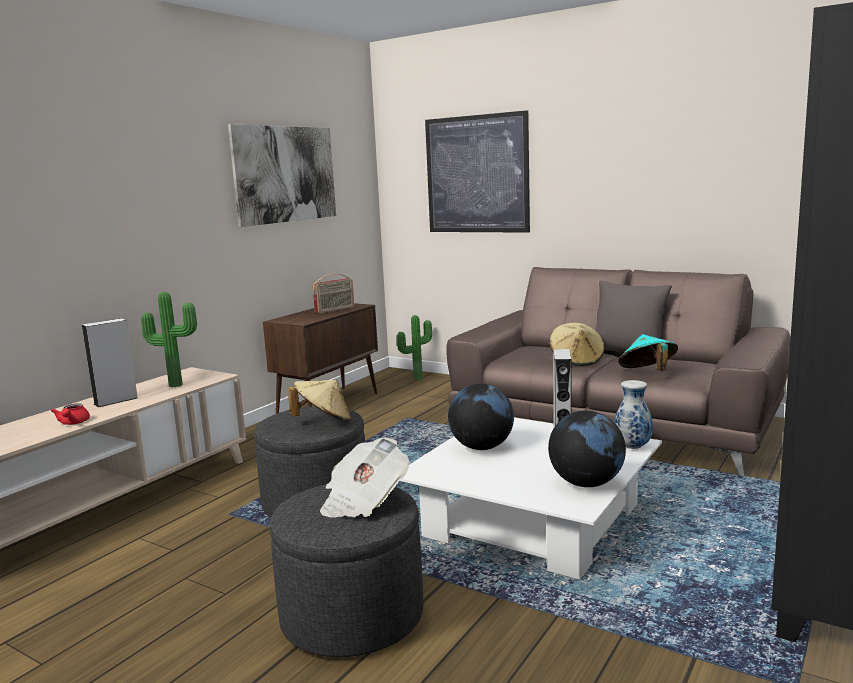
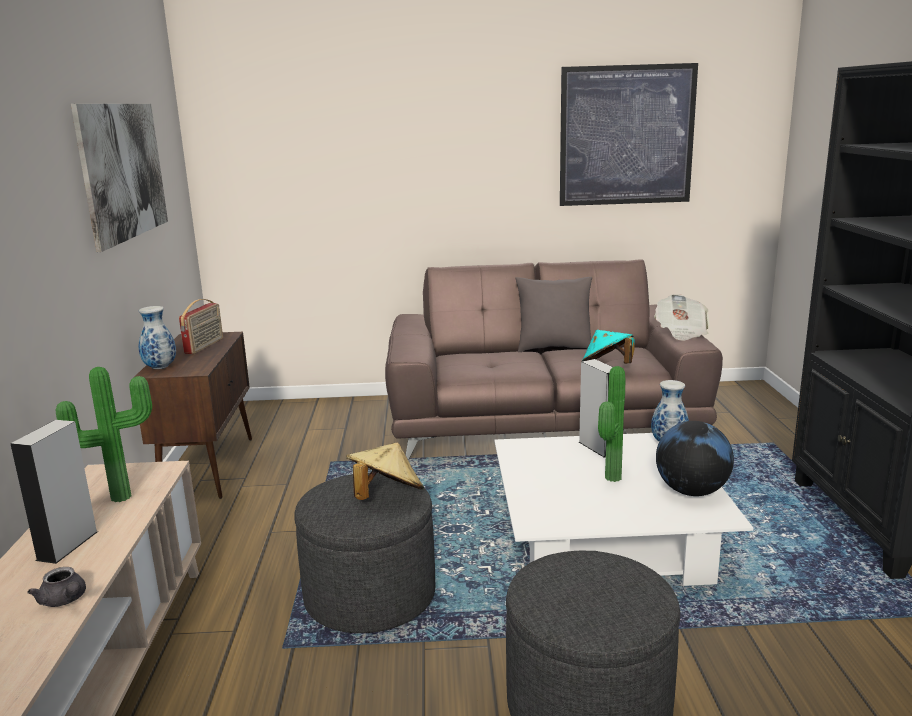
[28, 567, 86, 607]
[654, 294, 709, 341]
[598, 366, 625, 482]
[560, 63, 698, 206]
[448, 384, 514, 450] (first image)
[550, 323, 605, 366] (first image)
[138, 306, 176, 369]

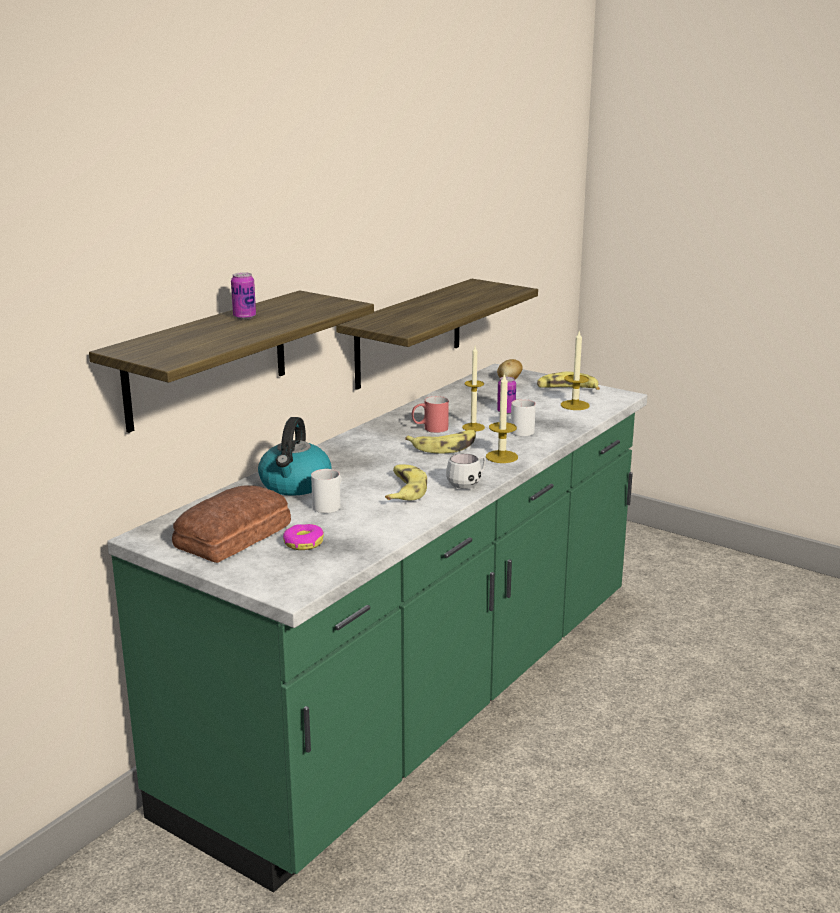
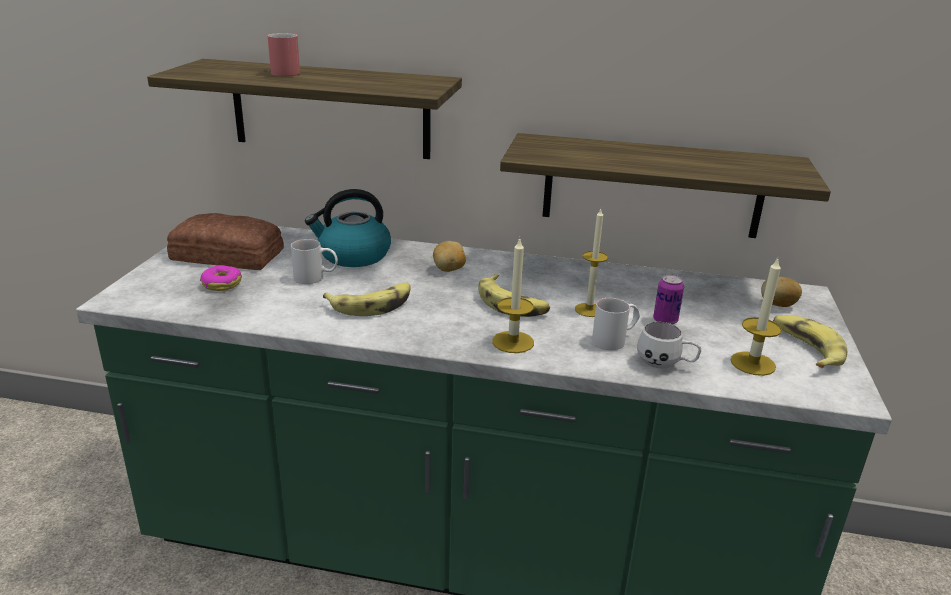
[231, 272, 256, 319] (first image)
[268, 33, 300, 76]
[637, 322, 702, 368]
[433, 241, 466, 272]

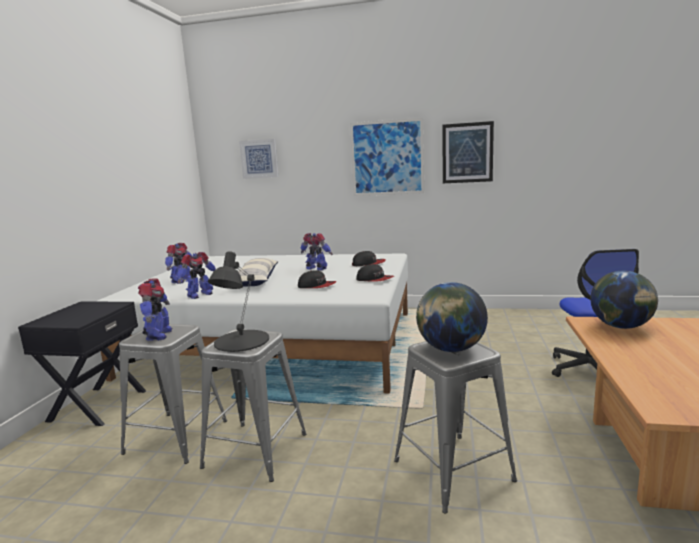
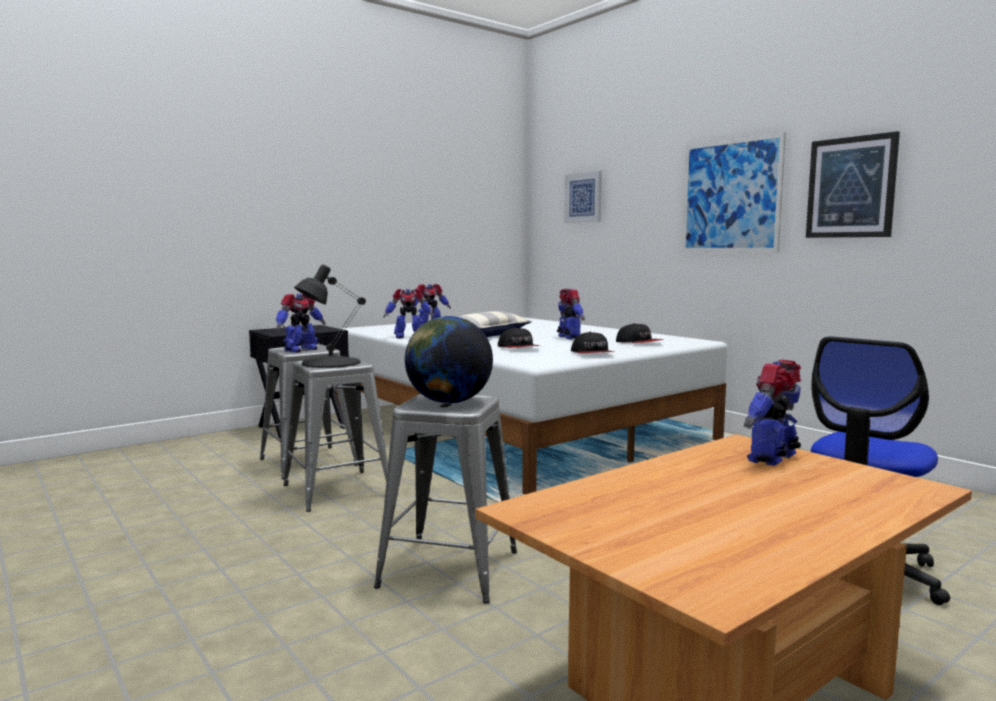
[744, 360, 801, 466]

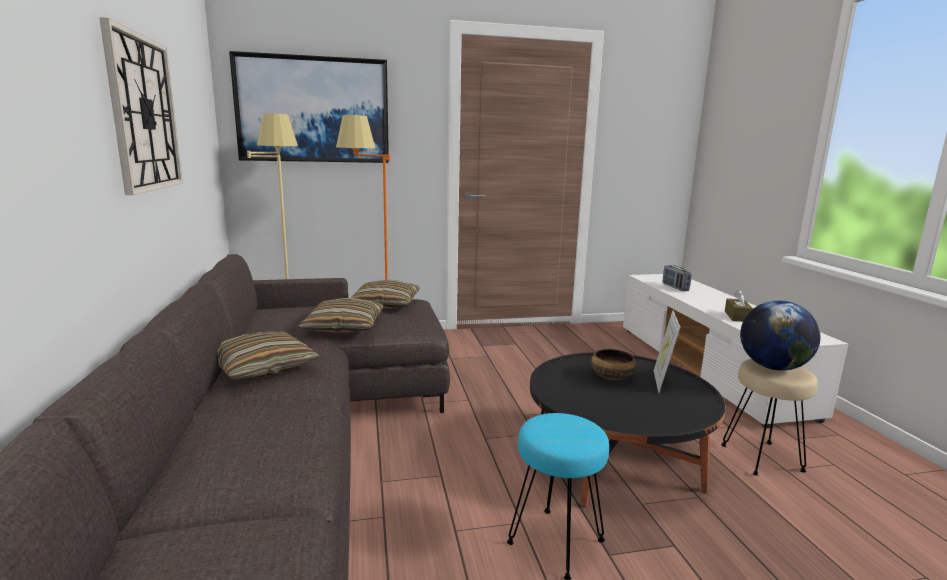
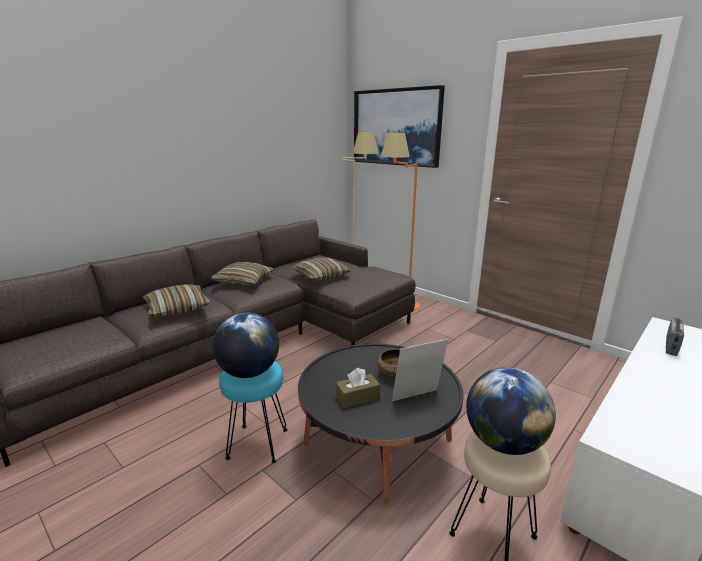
[99, 17, 183, 195] (first image)
[143, 284, 210, 317]
[336, 368, 380, 408]
[213, 313, 279, 378]

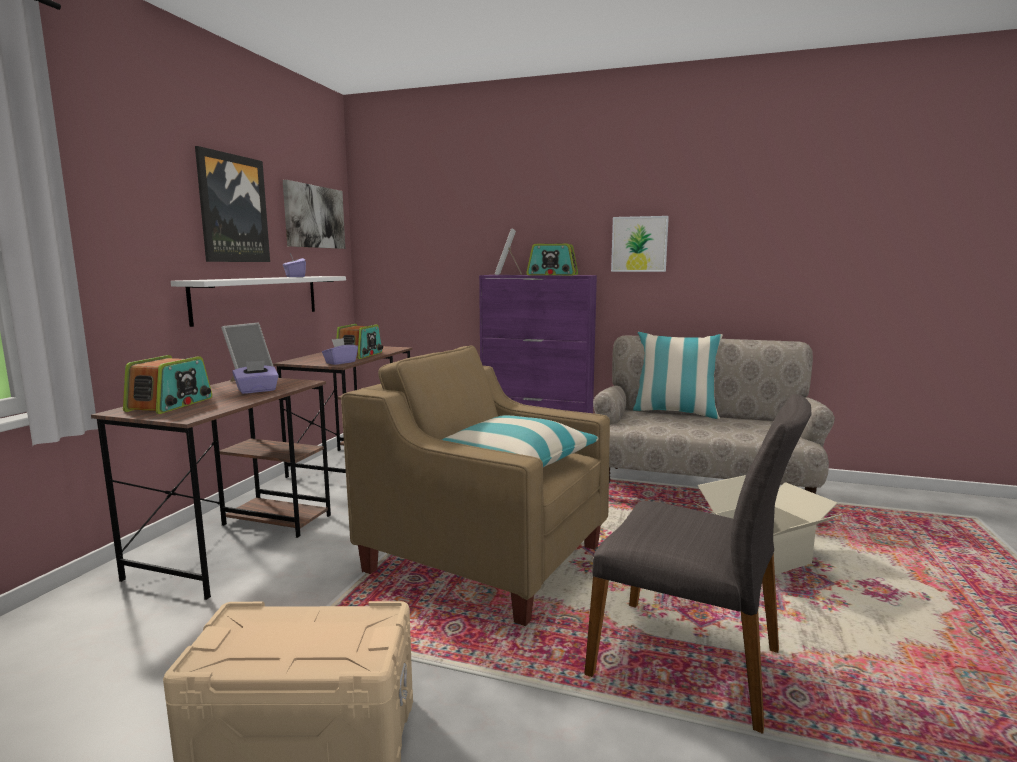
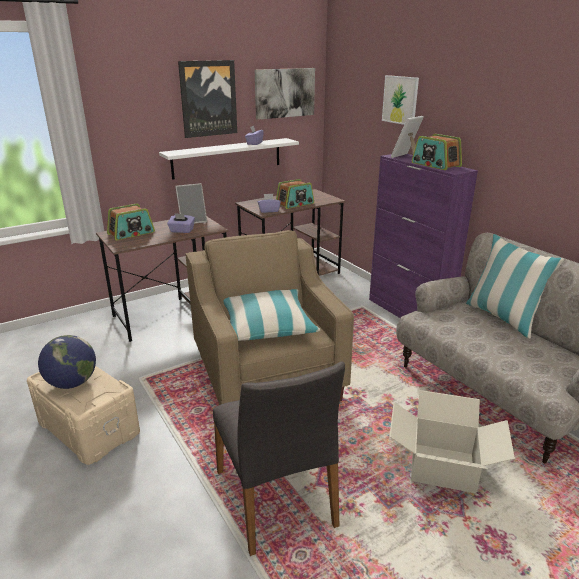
[382, 75, 419, 125]
[38, 335, 96, 389]

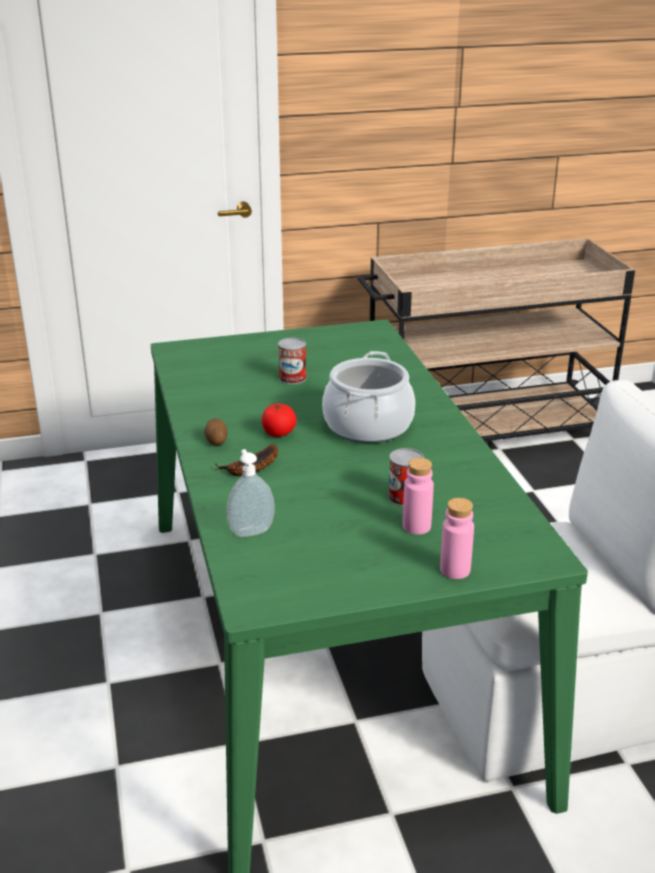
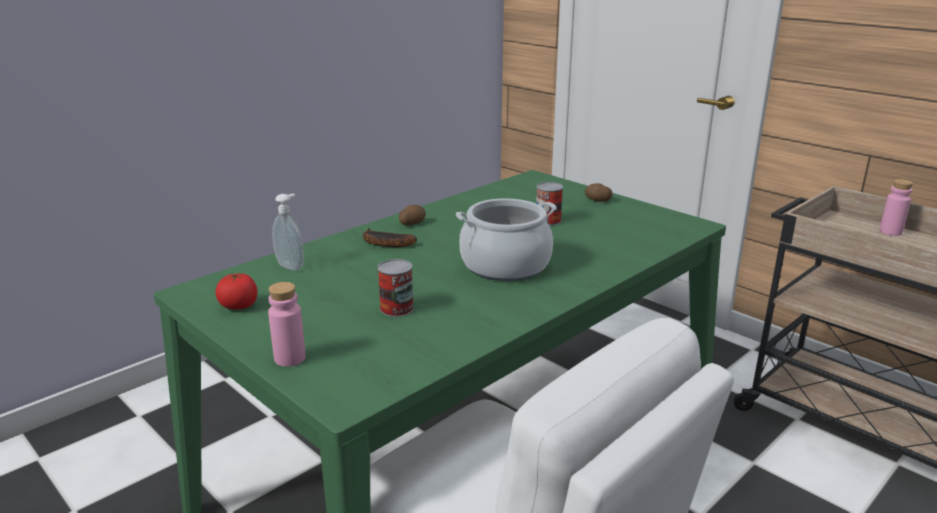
[216, 273, 257, 310]
[879, 179, 913, 236]
[585, 183, 613, 202]

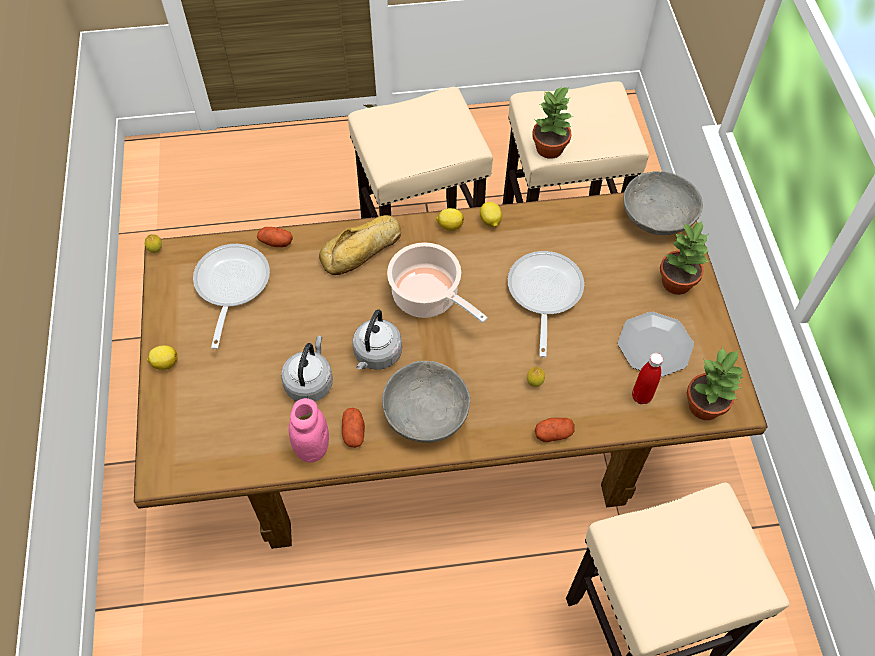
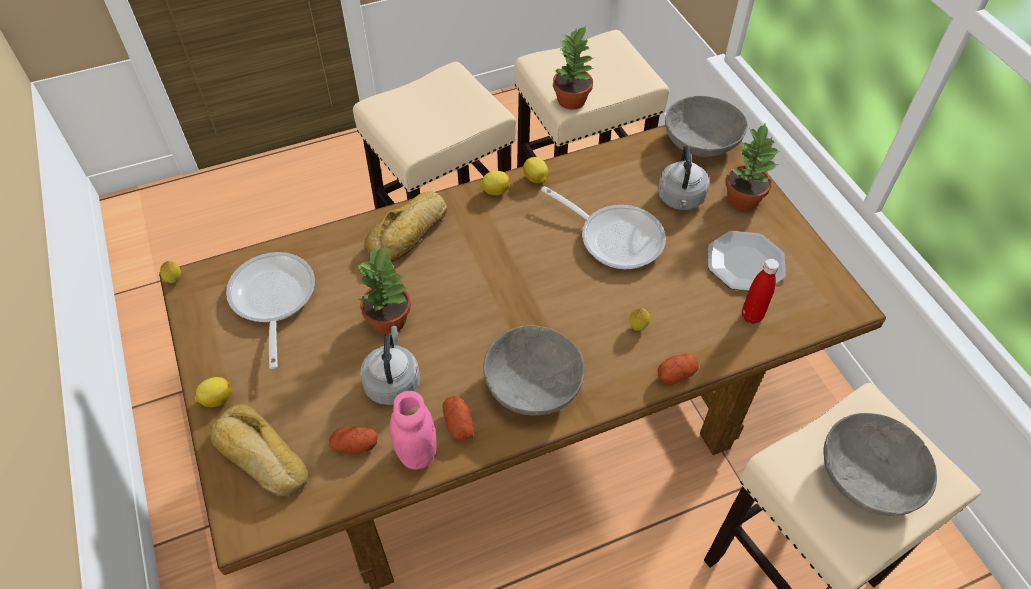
[329, 427, 378, 454]
[658, 145, 709, 210]
[387, 242, 488, 323] (first image)
[541, 186, 666, 269]
[356, 245, 411, 334]
[210, 404, 308, 497]
[823, 413, 937, 516]

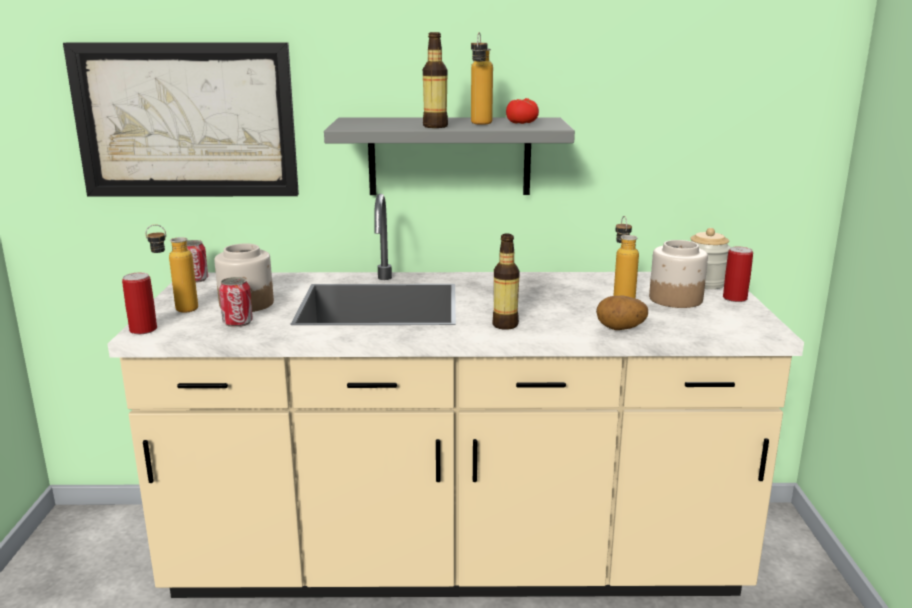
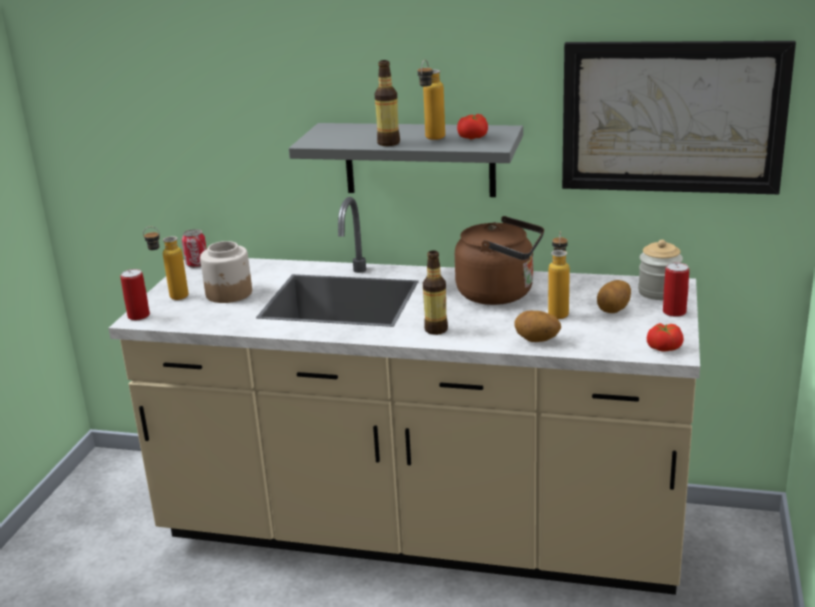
[562, 41, 796, 194]
[219, 277, 253, 327] (first image)
[597, 280, 631, 313]
[455, 216, 544, 305]
[647, 323, 684, 352]

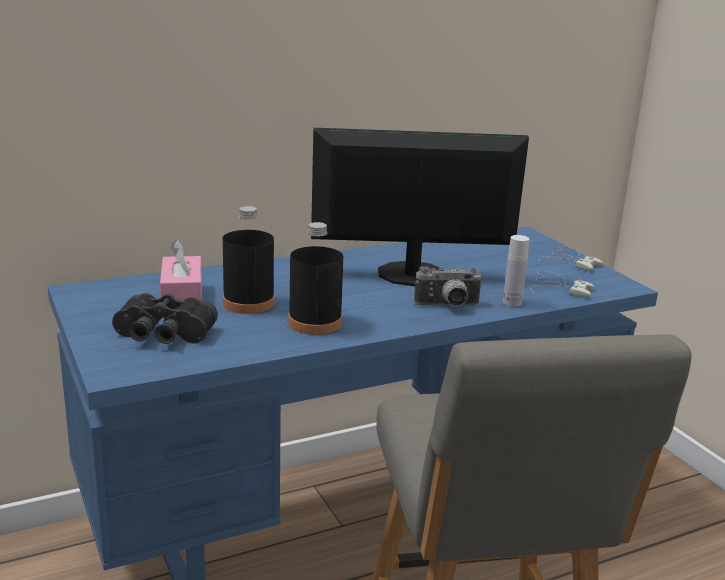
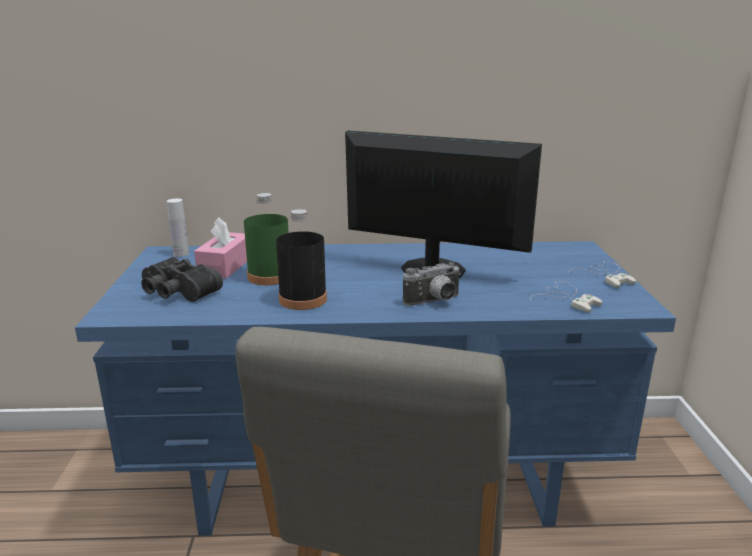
[244, 193, 289, 285]
[403, 262, 461, 306]
[167, 198, 189, 257]

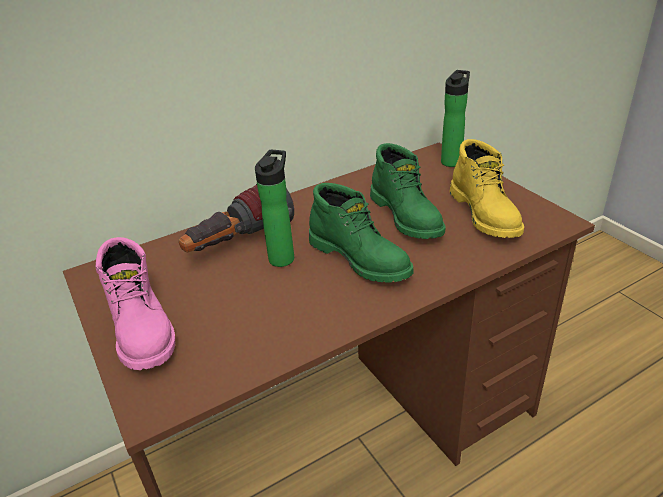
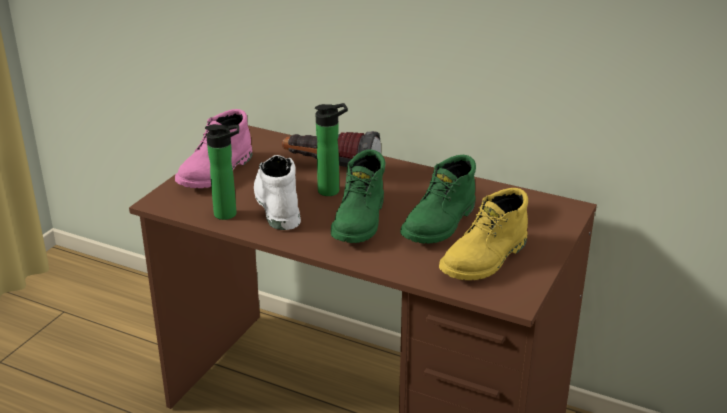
[205, 124, 239, 220]
[254, 155, 301, 230]

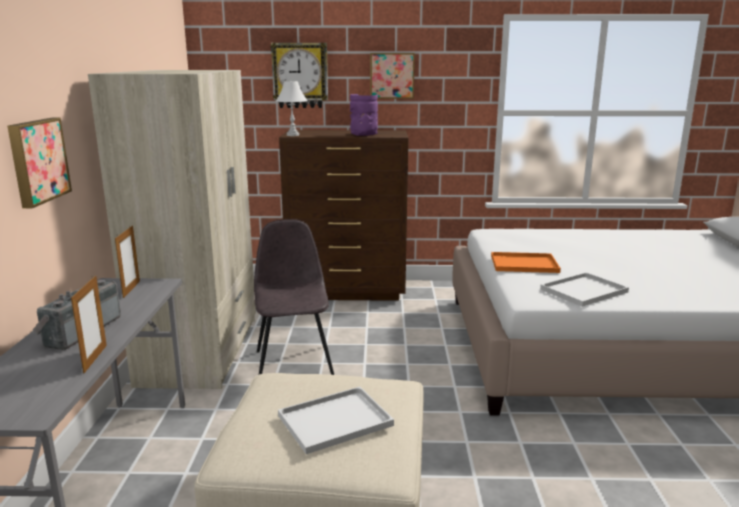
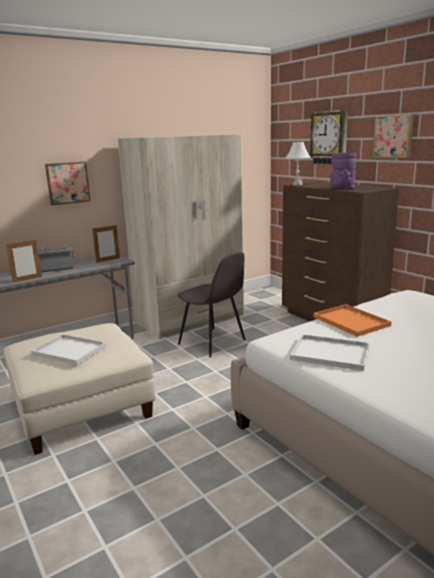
[177, 252, 246, 357]

